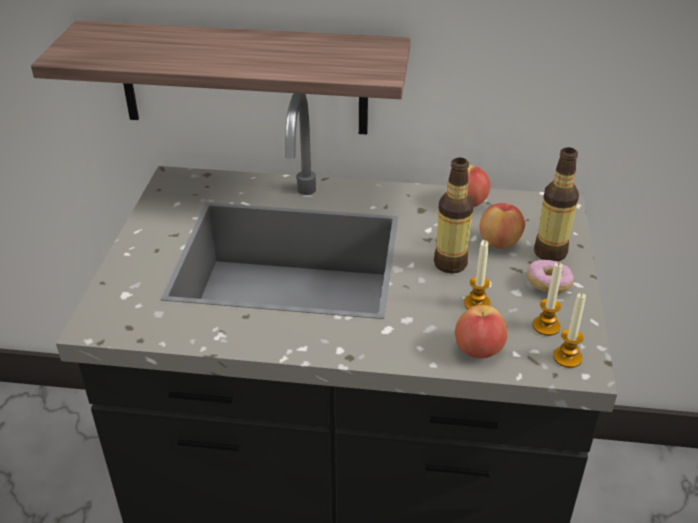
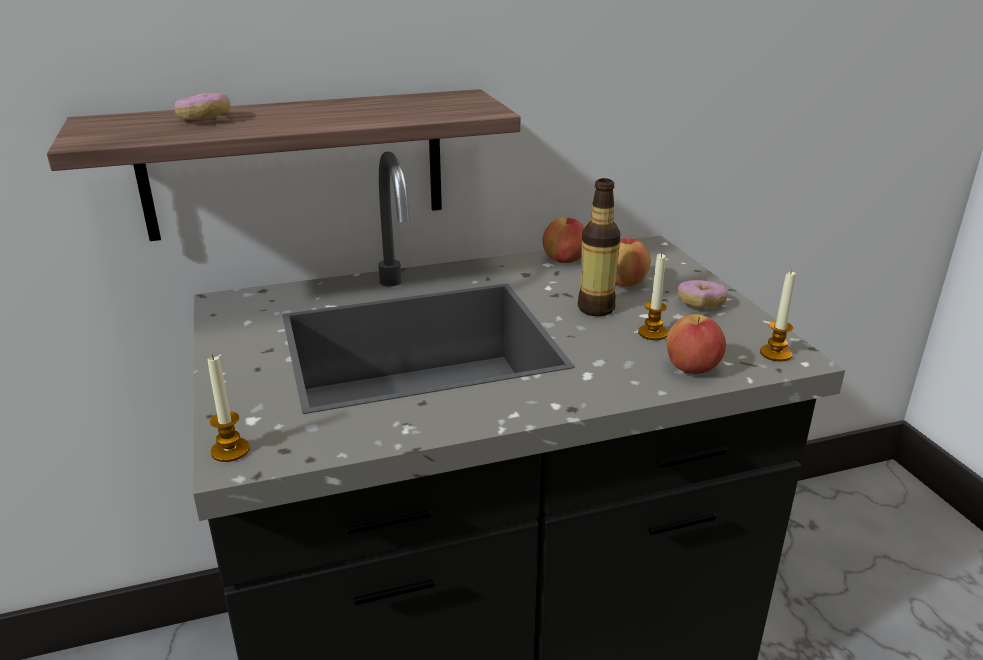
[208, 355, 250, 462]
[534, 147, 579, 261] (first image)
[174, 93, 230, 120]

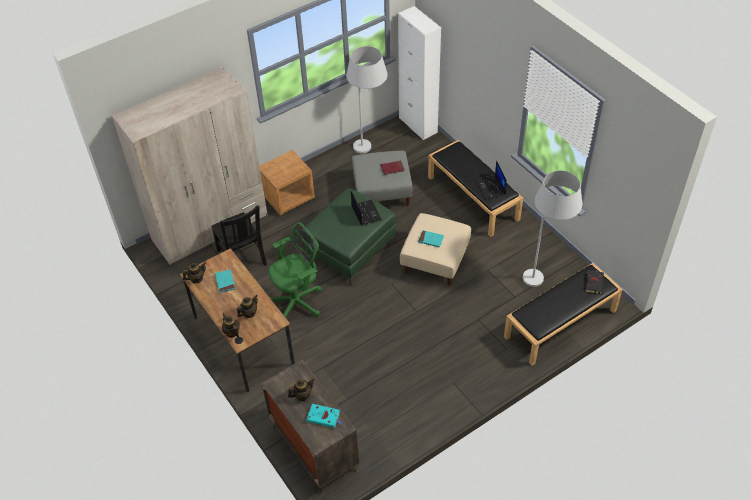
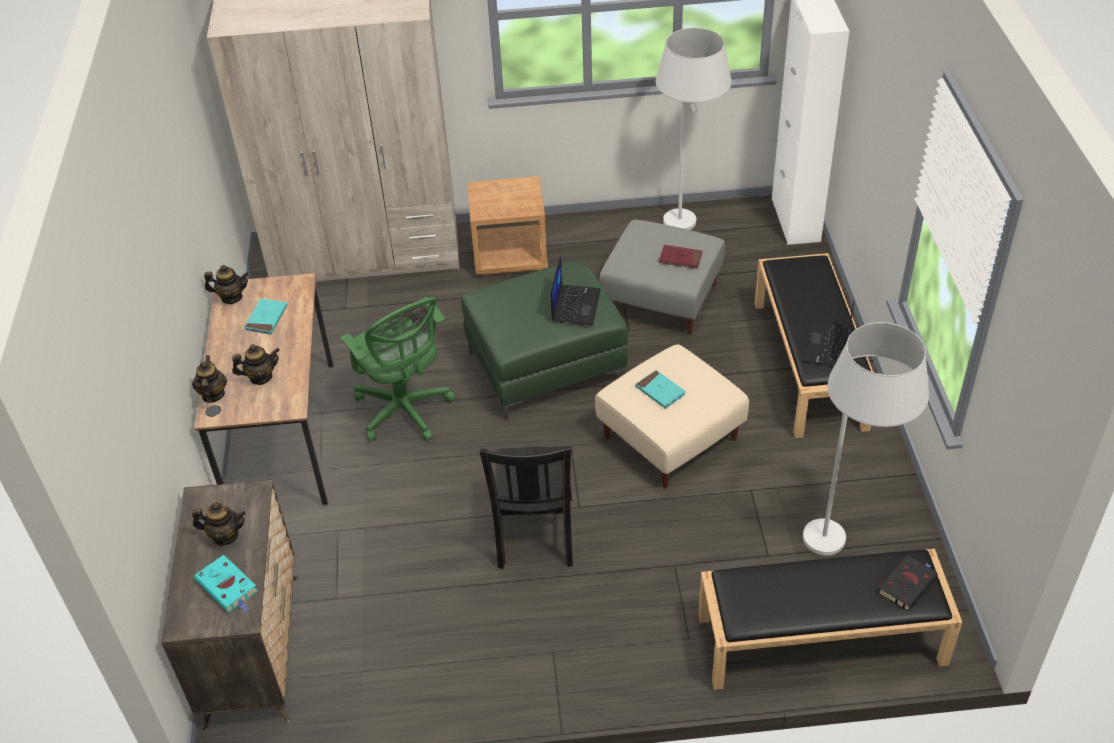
[480, 446, 573, 569]
[340, 297, 456, 442]

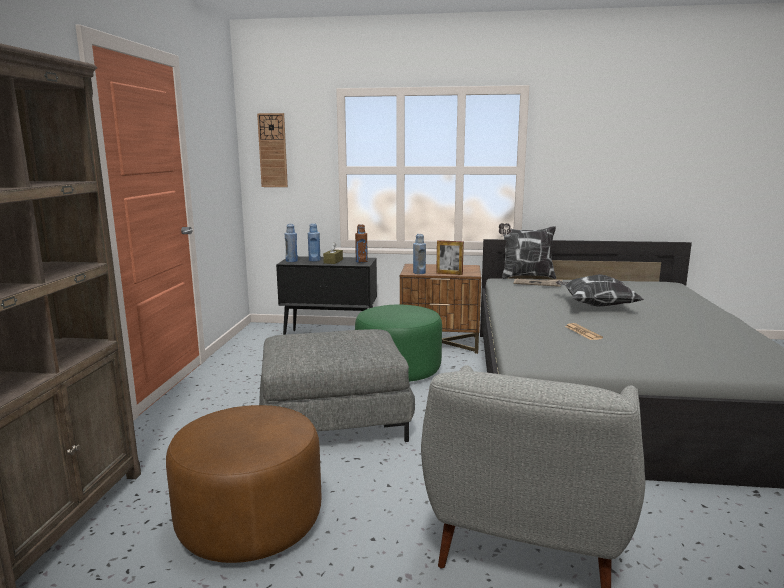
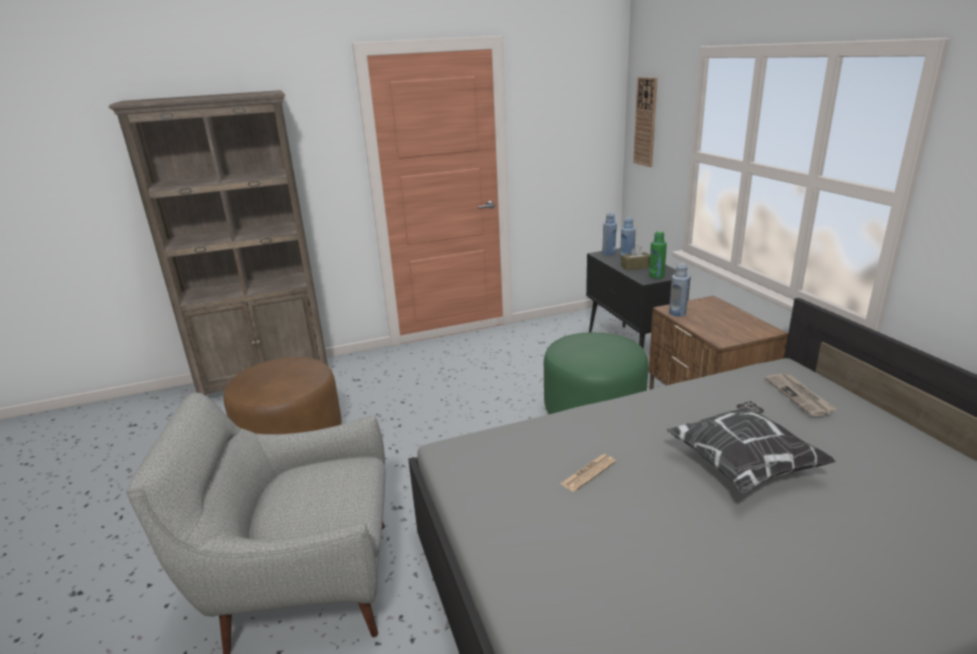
[259, 329, 415, 442] (first image)
[649, 231, 667, 279]
[436, 240, 464, 275] (first image)
[499, 223, 556, 279] (first image)

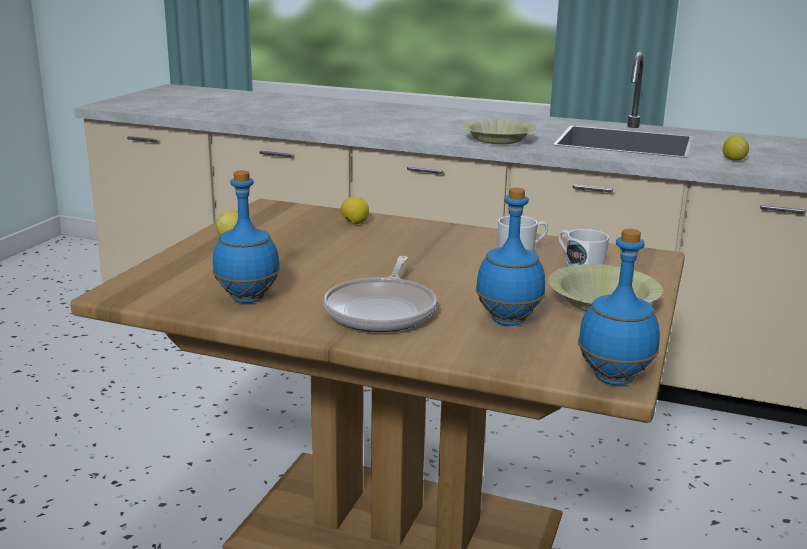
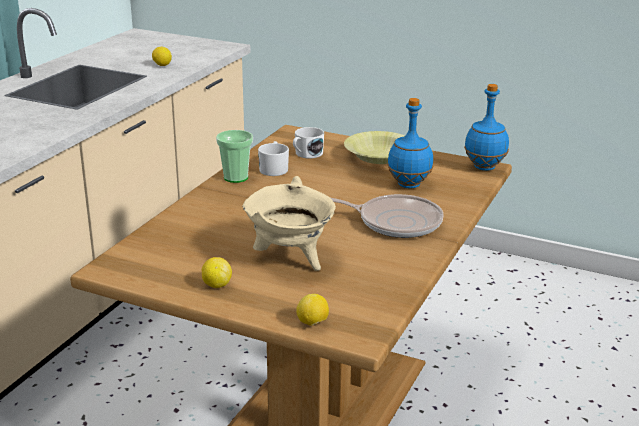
[213, 170, 280, 303] (first image)
[296, 294, 329, 326]
[462, 119, 536, 144] (first image)
[216, 130, 253, 183]
[242, 176, 336, 271]

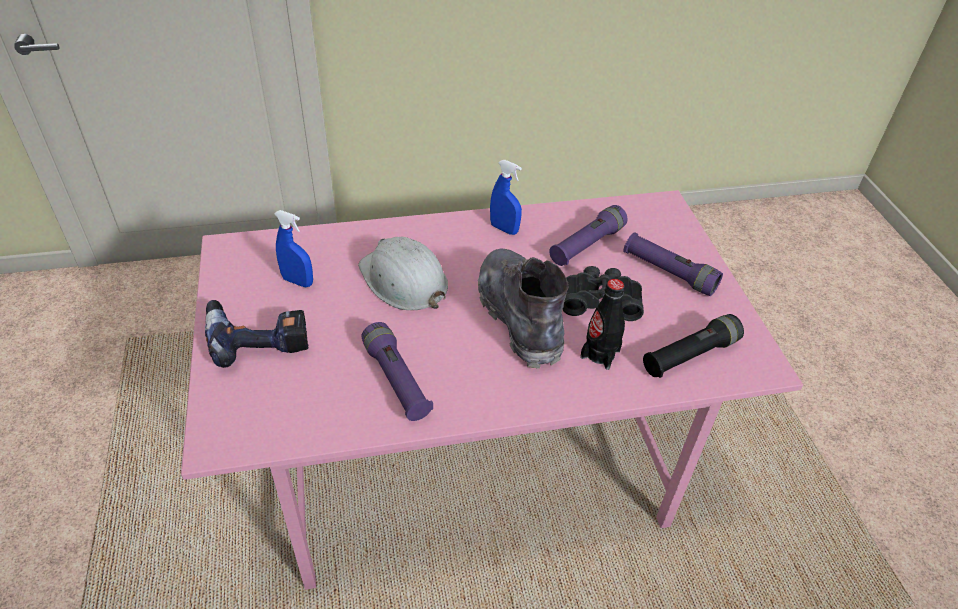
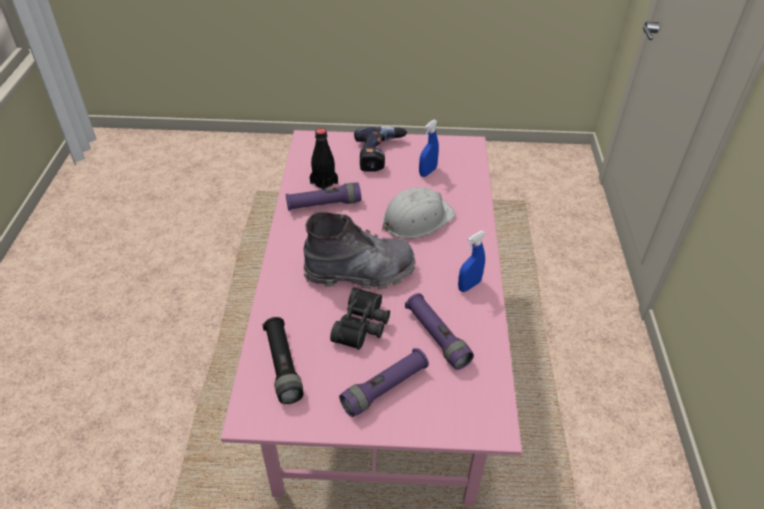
[310, 128, 338, 190]

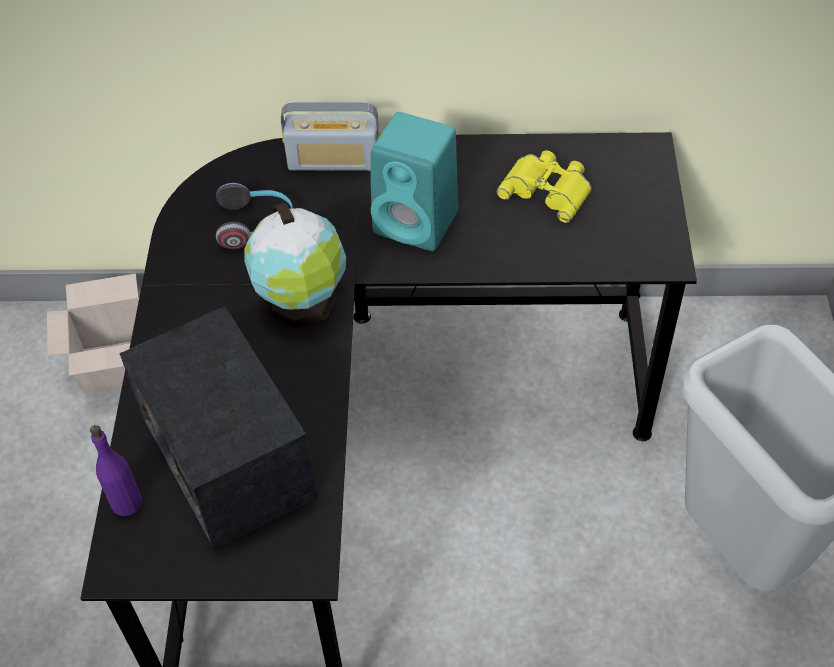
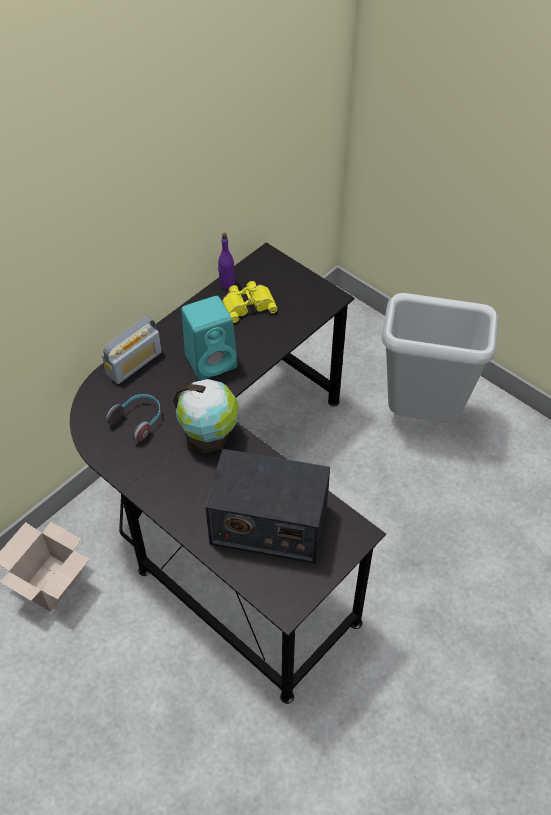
[218, 233, 235, 289]

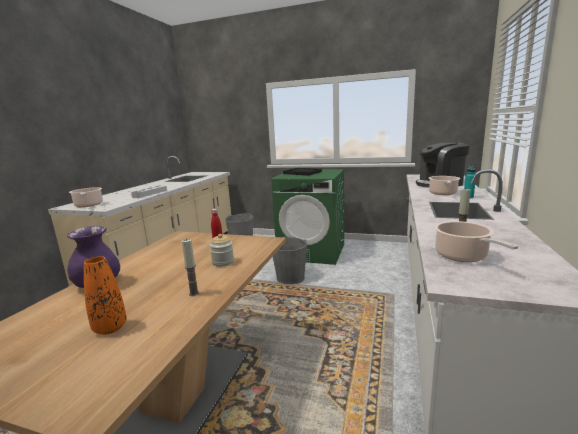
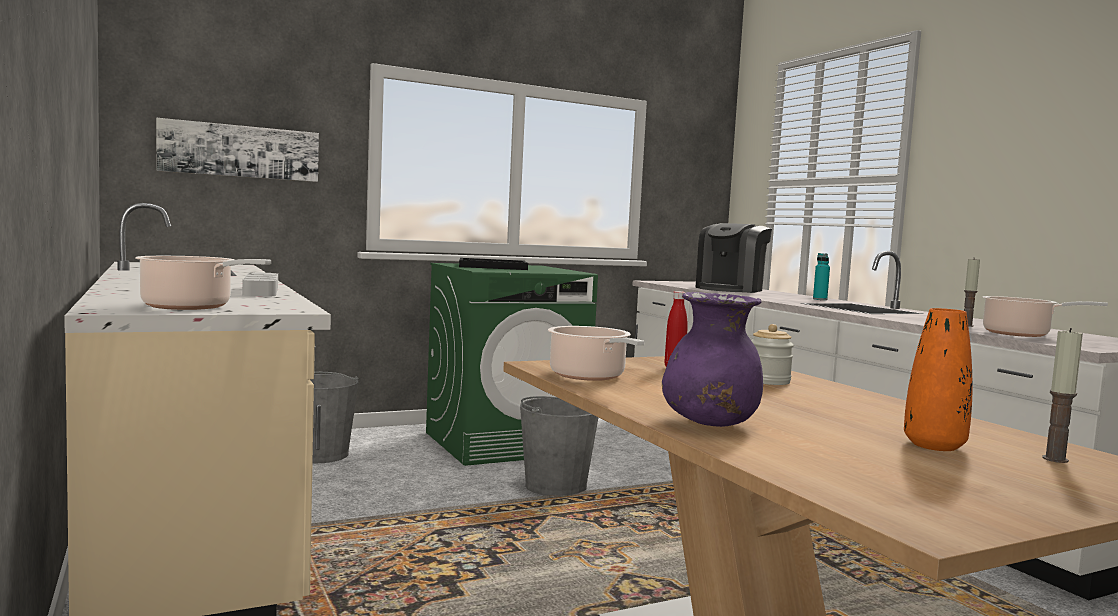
[1042, 328, 1083, 463]
[548, 326, 644, 381]
[156, 118, 319, 182]

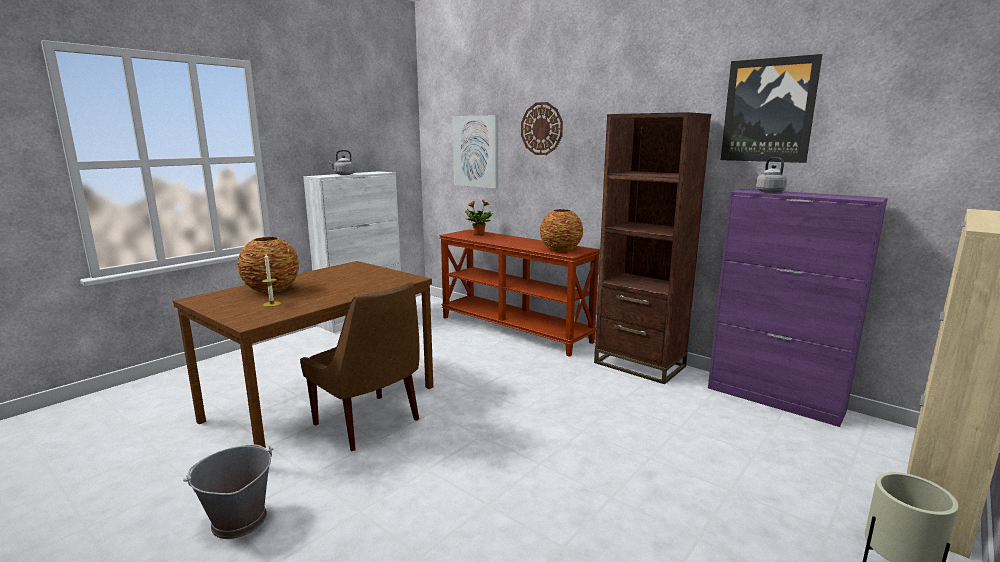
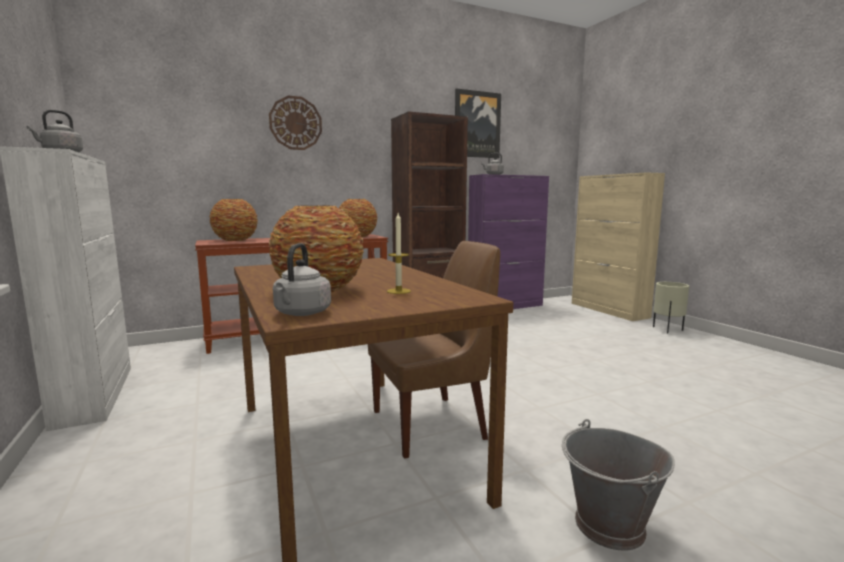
[452, 115, 498, 189] (first image)
[209, 199, 258, 241]
[273, 243, 331, 316]

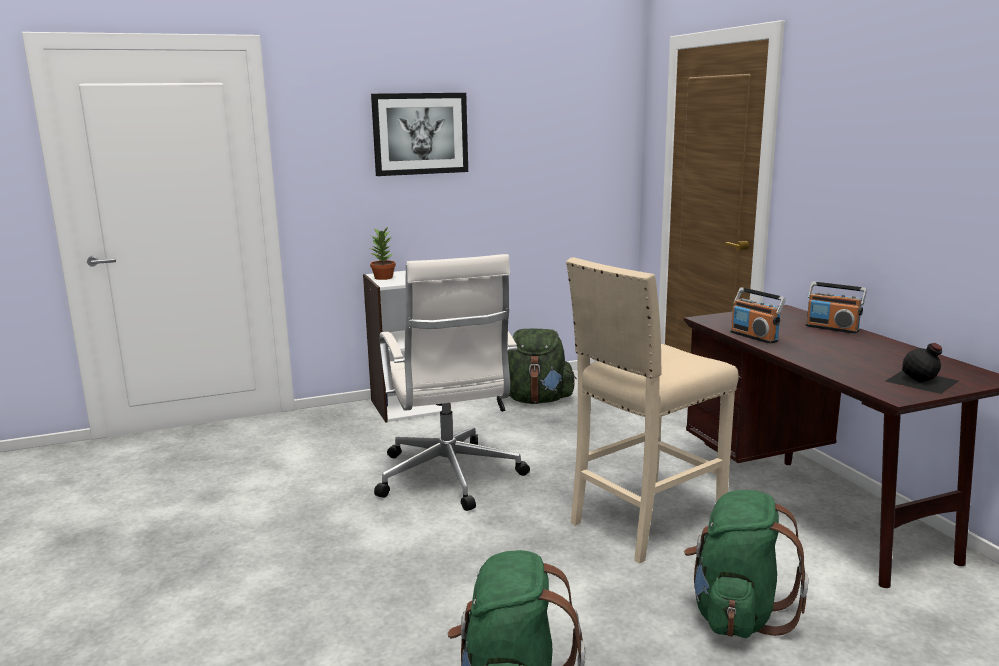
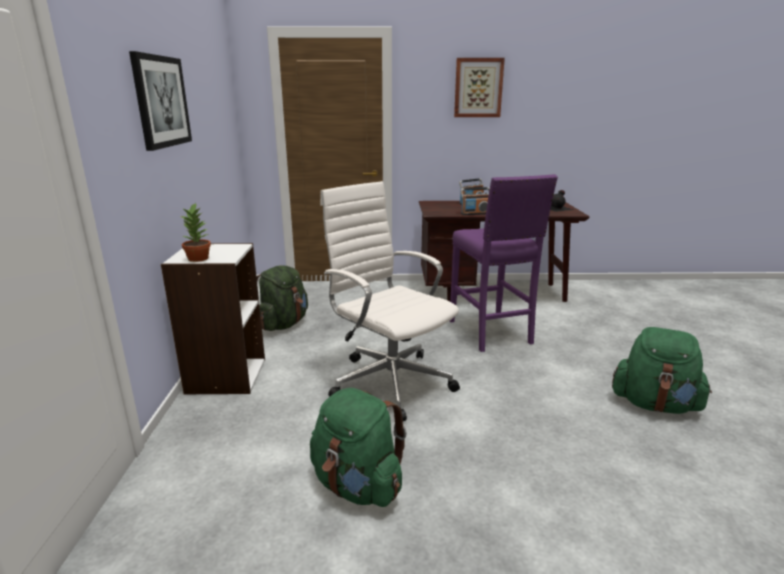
[320, 181, 460, 421]
[450, 174, 558, 352]
[310, 388, 407, 507]
[454, 58, 505, 117]

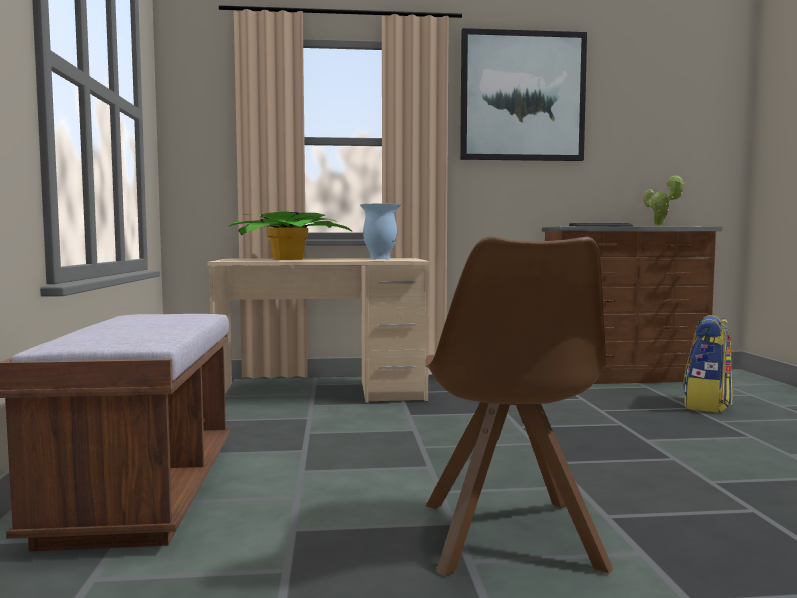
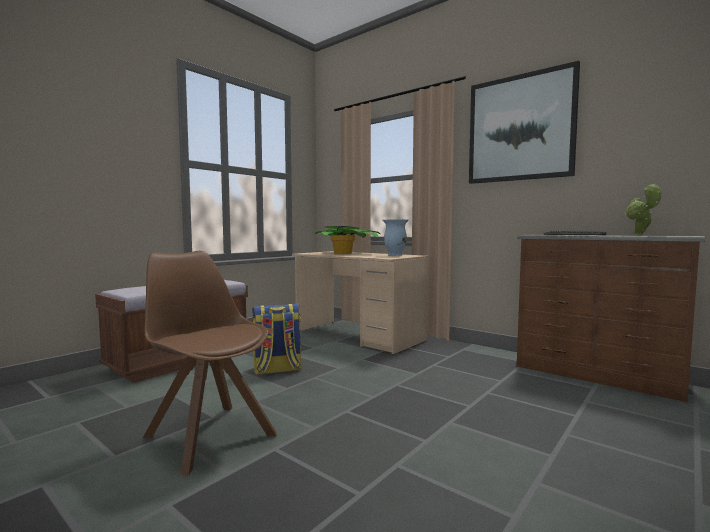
[143, 251, 277, 475]
[252, 304, 302, 375]

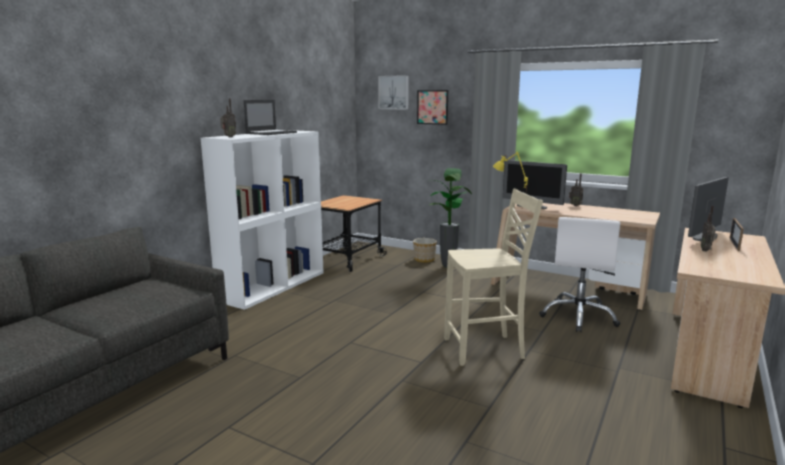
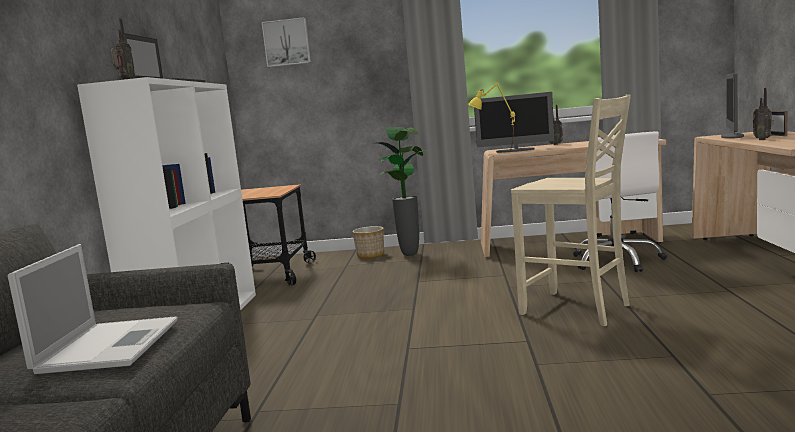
[417, 90, 448, 125] (first image)
[511, 94, 631, 326]
[7, 244, 178, 374]

